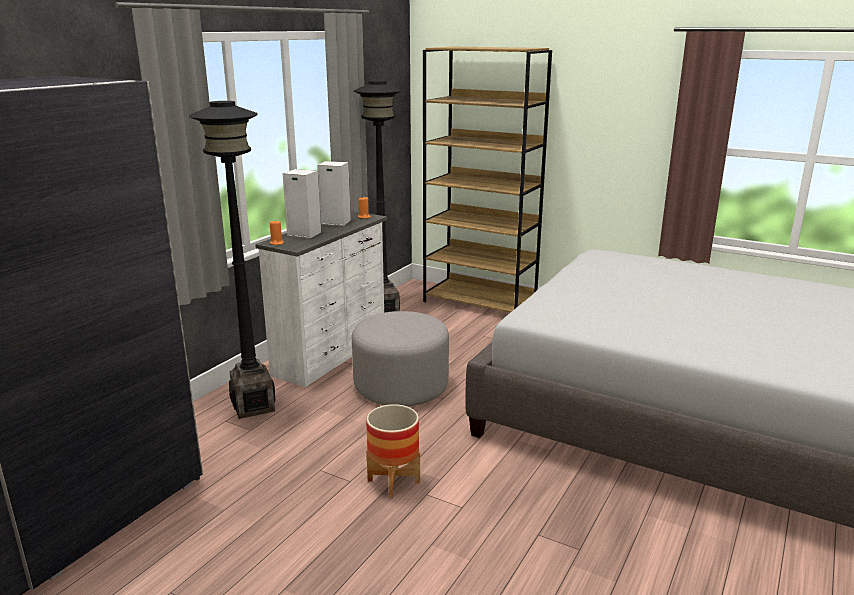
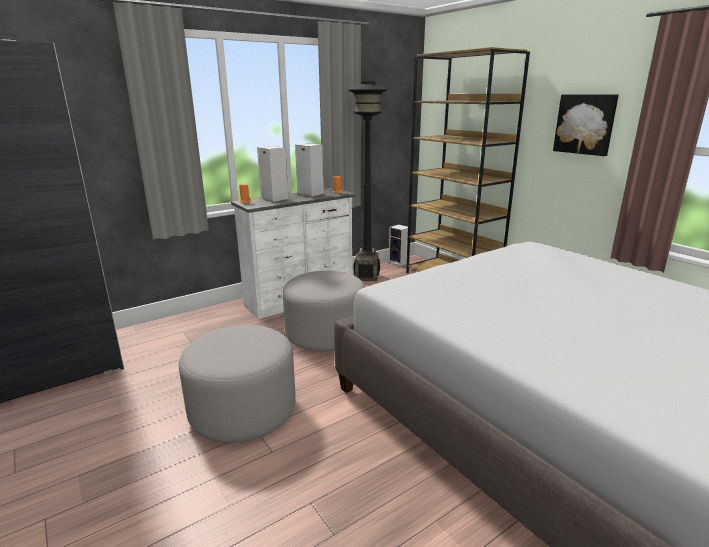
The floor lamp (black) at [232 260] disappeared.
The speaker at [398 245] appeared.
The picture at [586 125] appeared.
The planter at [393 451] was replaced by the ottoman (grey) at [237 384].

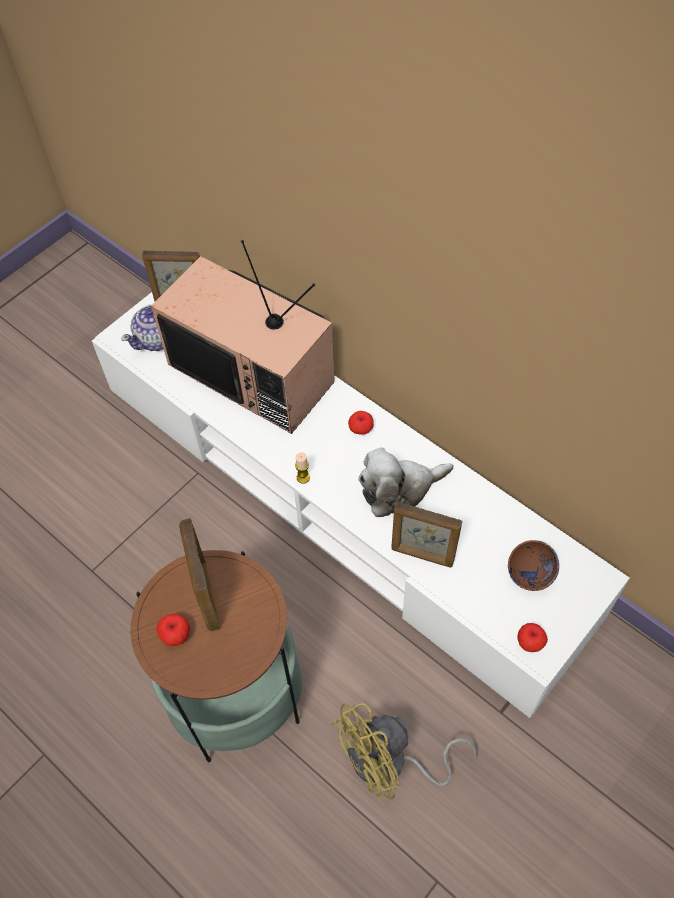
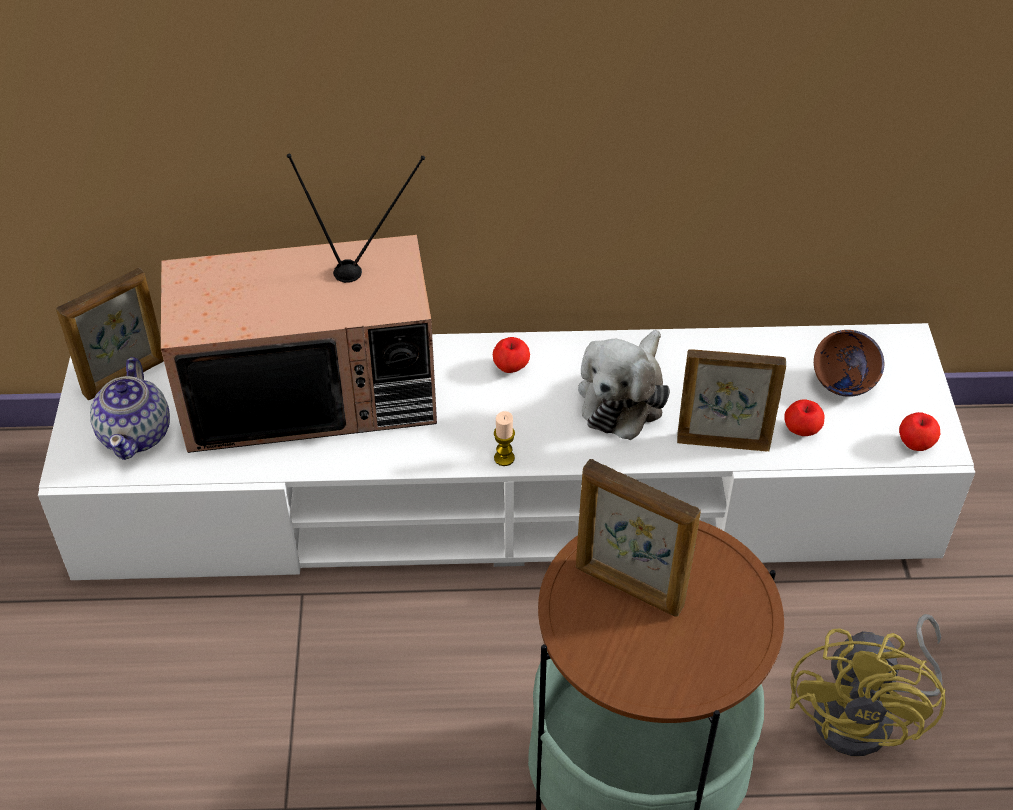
The apple moved from [173 630] to [804 417].
The picture frame at [426 535] turned 150 degrees counterclockwise.

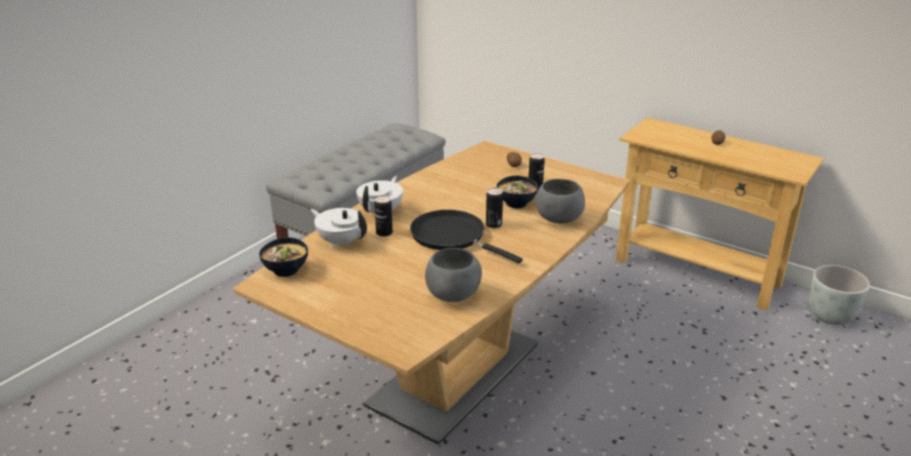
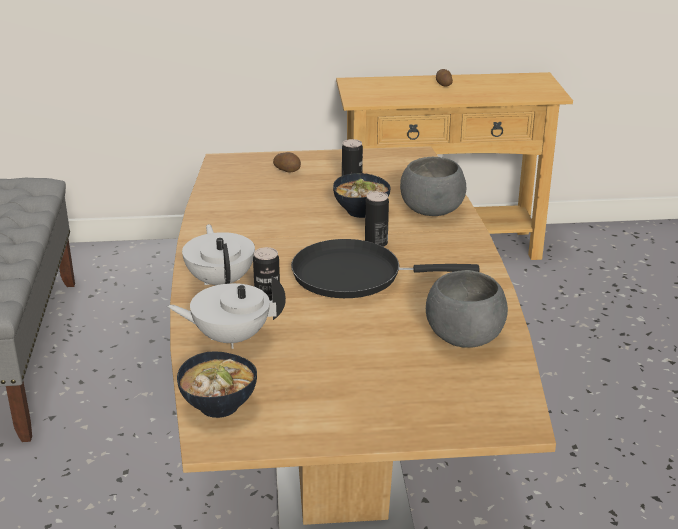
The planter (grey) at [839 295] disappeared.

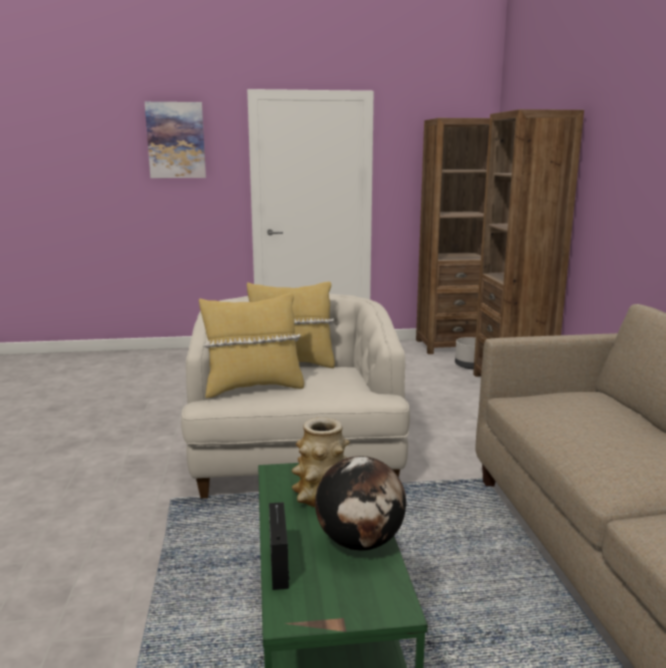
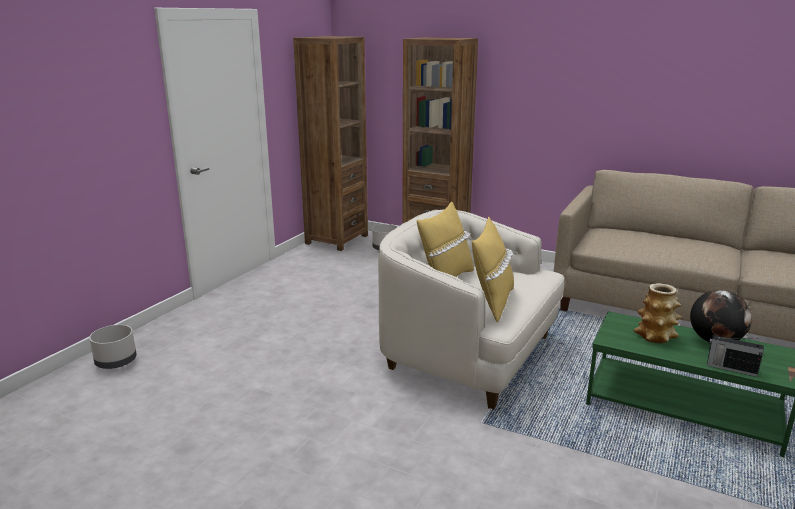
The picture at [175 140] disappeared.
The planter (grey) at [113 347] appeared.

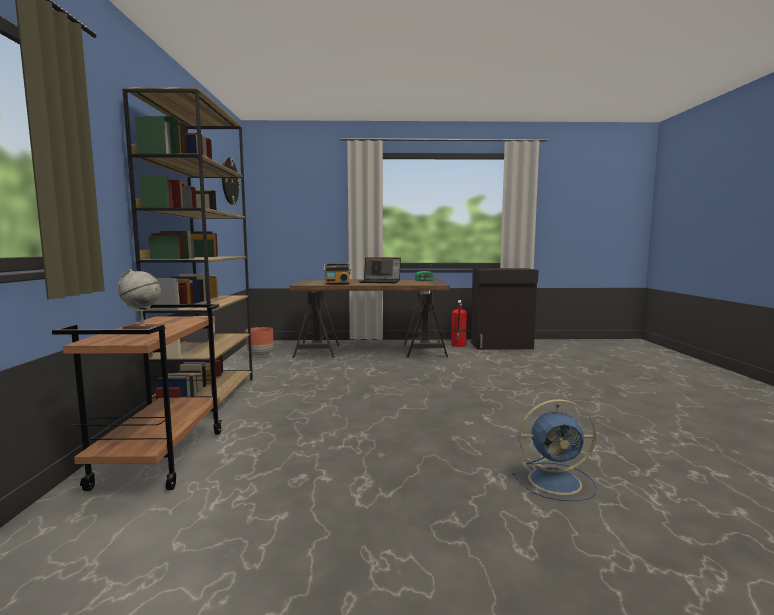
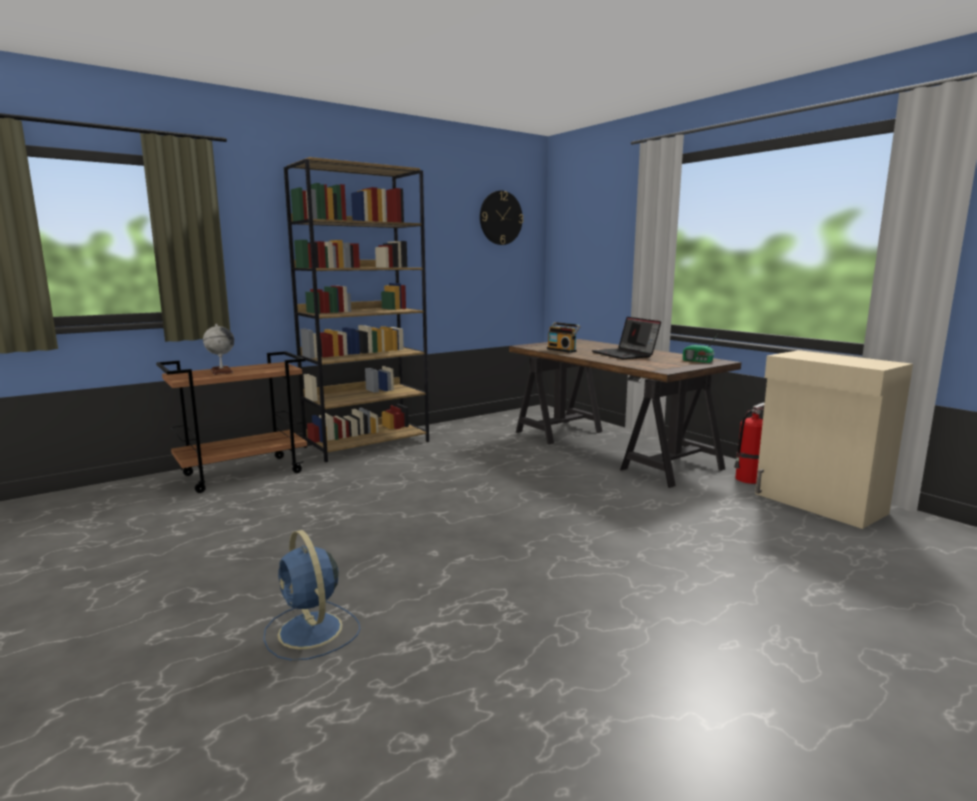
The planter (brown) at [259 342] disappeared.
The cabinet (black) at [505 309] became the cabinet (beige) at [834 439].

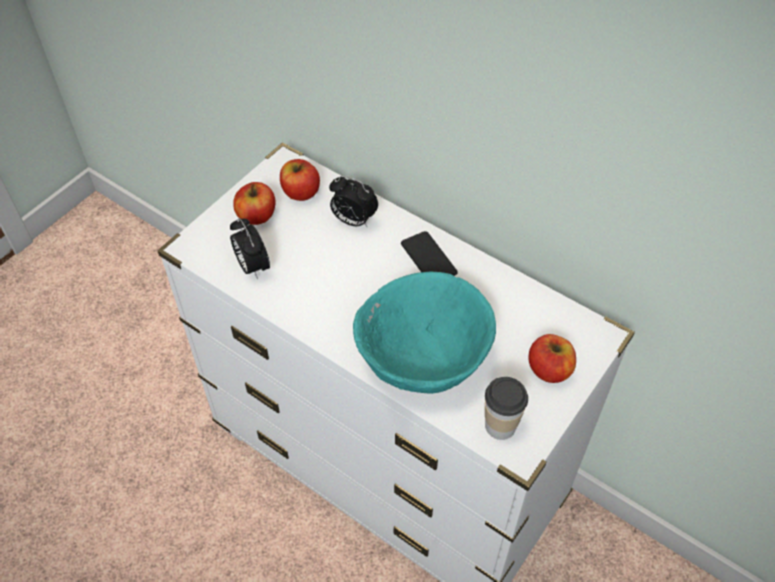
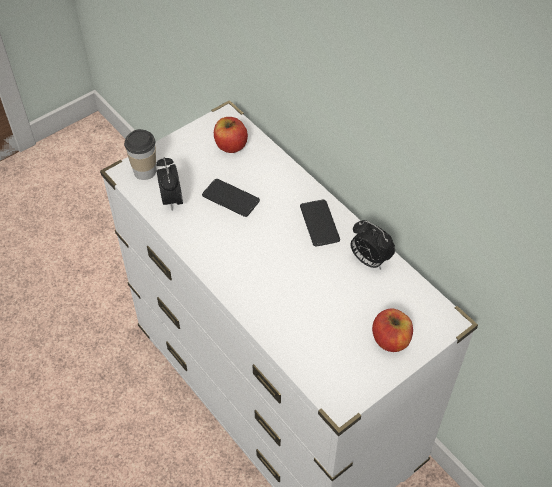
The apple at [254 203] disappeared.
The bowl (turquoise) at [424 333] disappeared.
The phone at [231 198] appeared.
The alarm clock moved from [353 201] to [373 245].
The cup moved from [506 408] to [140 154].

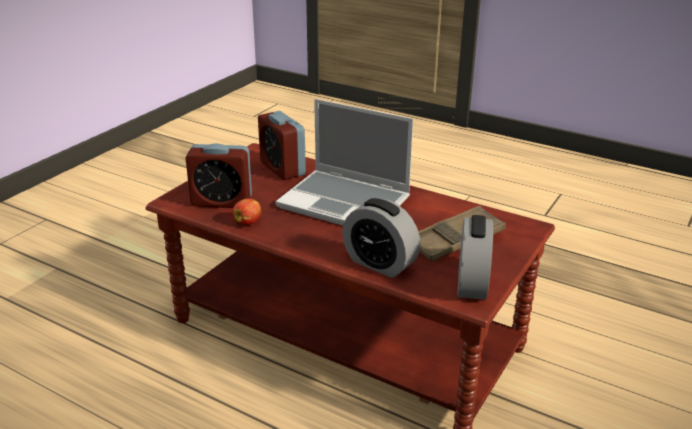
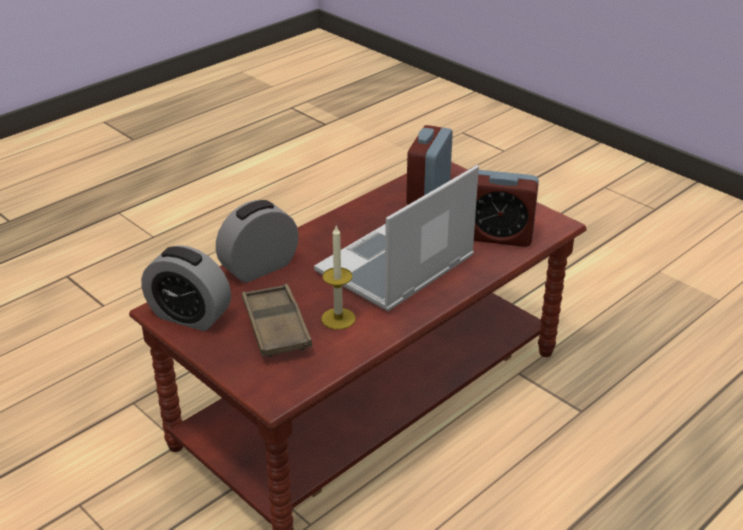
The apple at [246 212] disappeared.
The candle at [338 277] appeared.
The alarm clock at [282 145] turned 150 degrees counterclockwise.

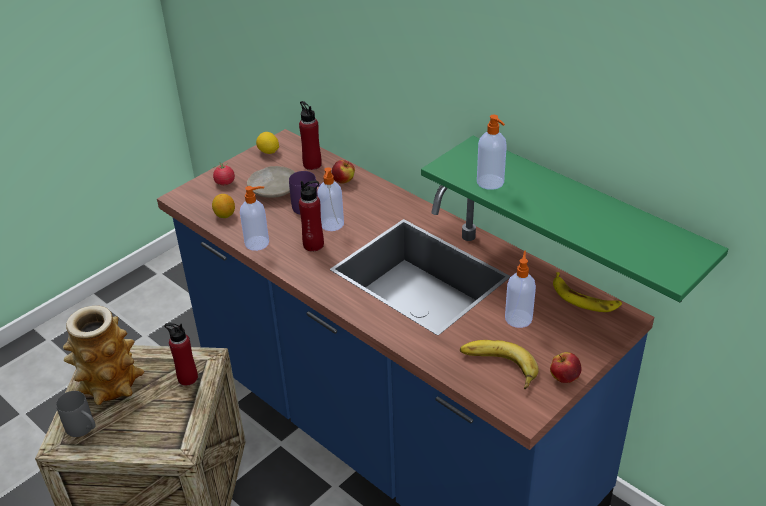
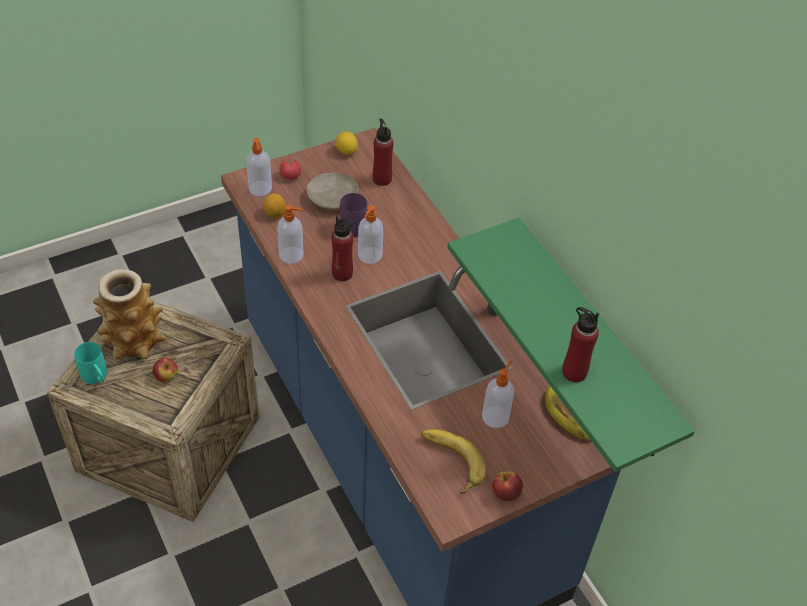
The bottle (red) moved from [181 354] to [580 344].
The apple moved from [343 172] to [165 370].
The soap dispenser moved from [492 152] to [259 167].
The mug (grey) at [76 414] became the mug (turquoise) at [90 363].

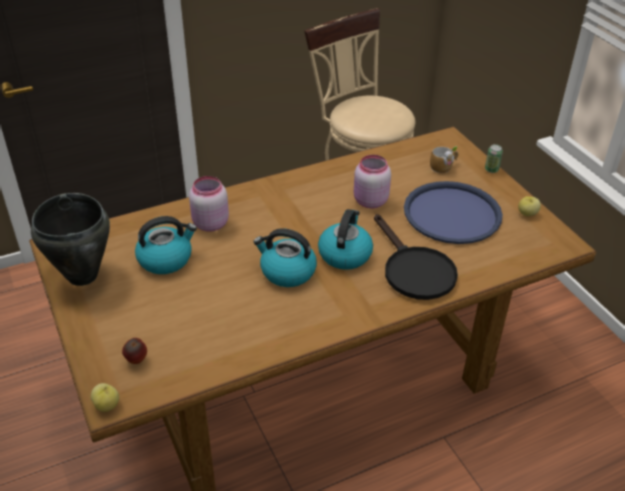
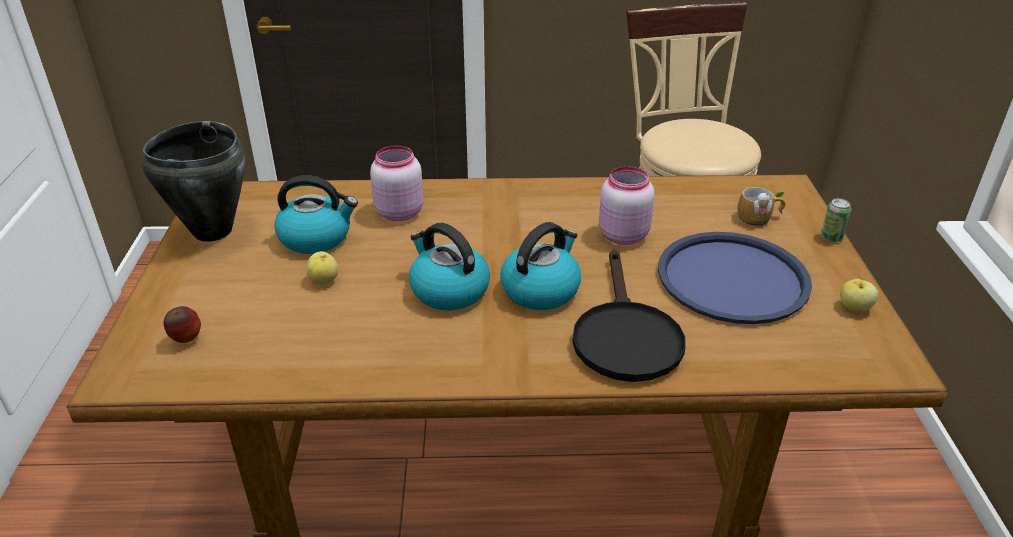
The apple moved from [105 397] to [322 268].

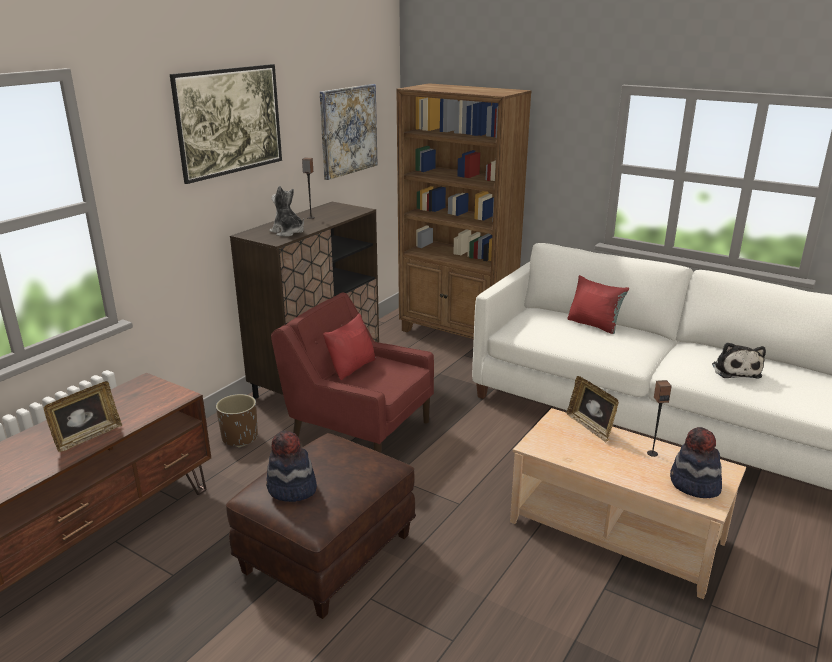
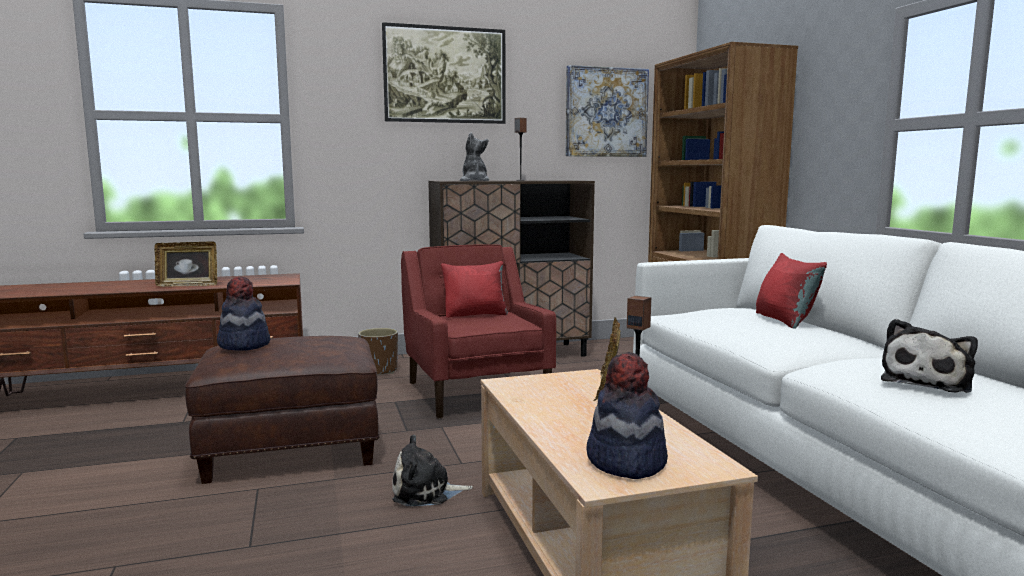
The plush toy at [432 470] appeared.

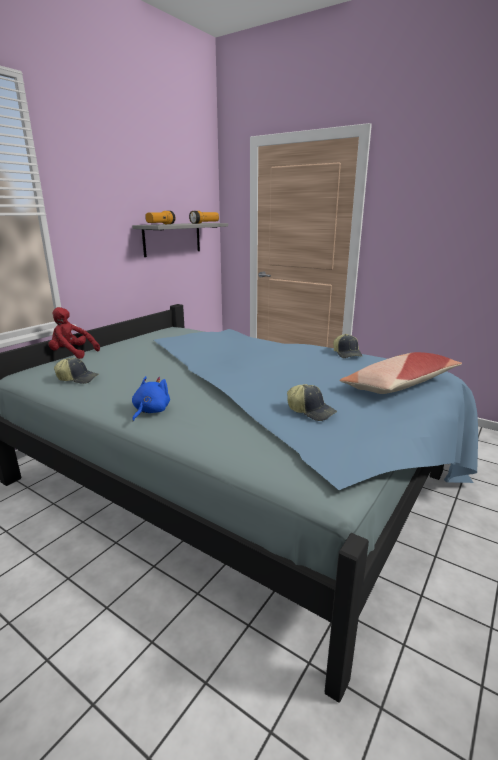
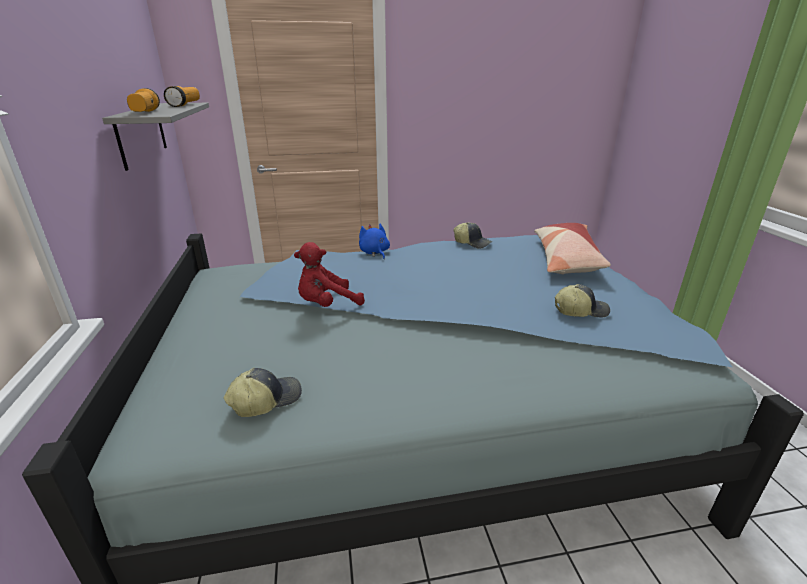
The plush toy (red) moved from [74 333] to [329 274].
The plush toy (blue) moved from [151 399] to [374 241].

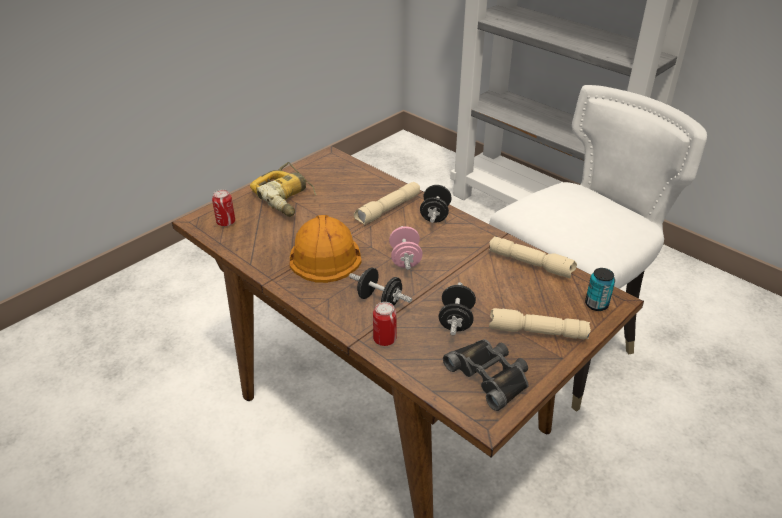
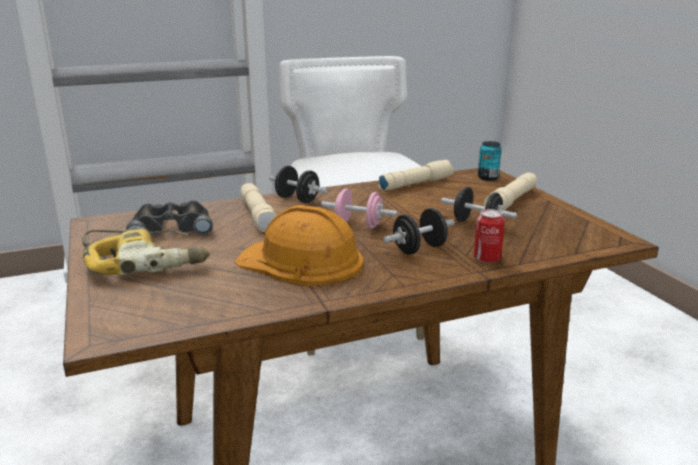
The can at [223 207] disappeared.
The binoculars (black) moved from [486 375] to [169 218].

